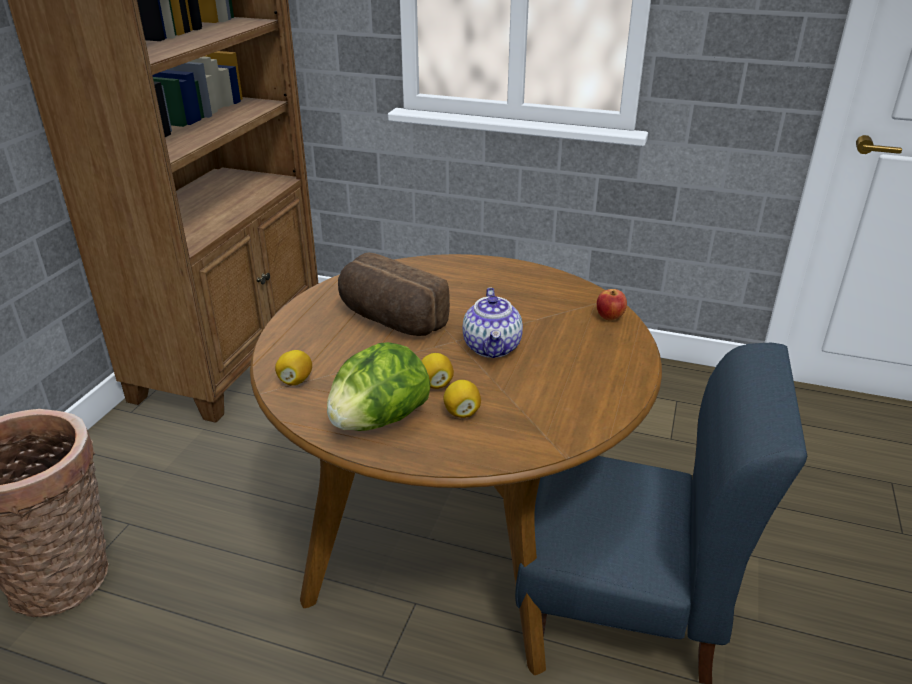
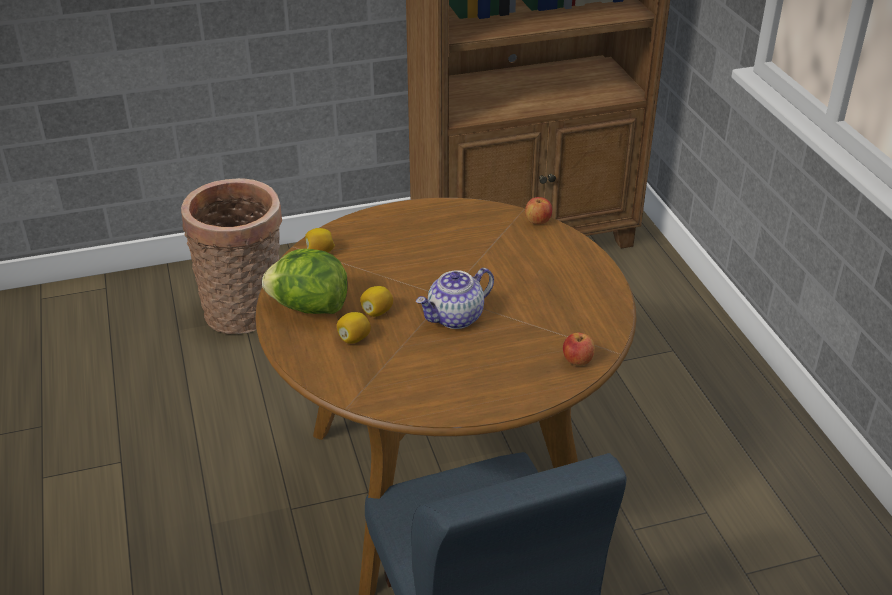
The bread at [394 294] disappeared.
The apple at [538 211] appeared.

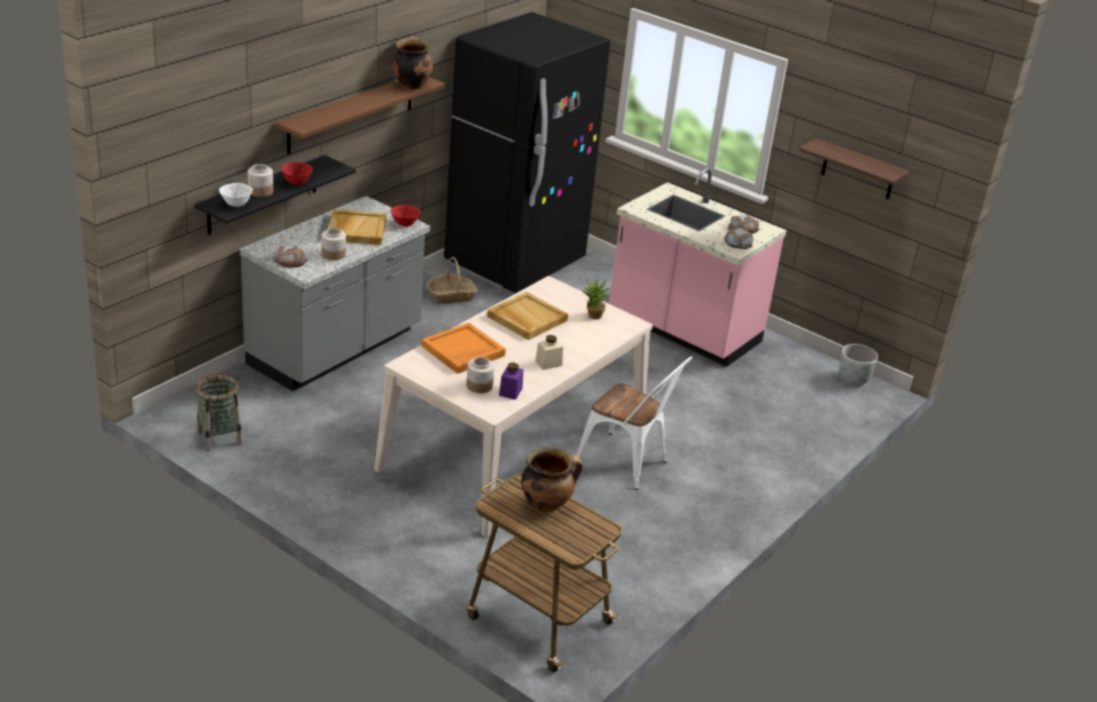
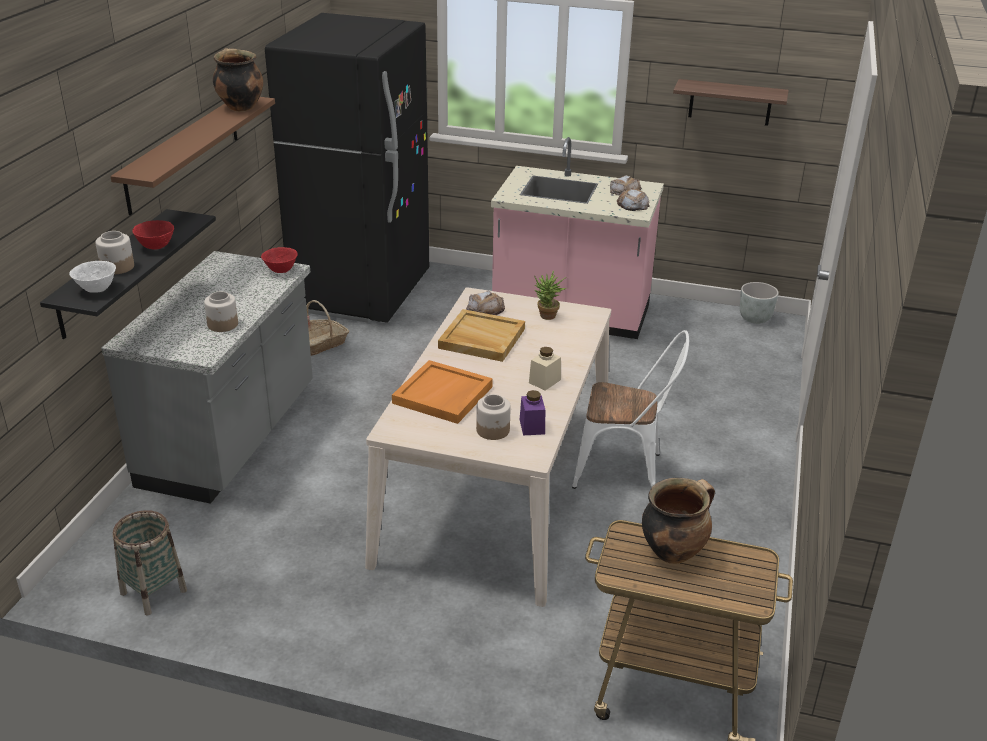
The tray (beige) at [357 227] disappeared.
The bread moved from [290 257] to [485 303].

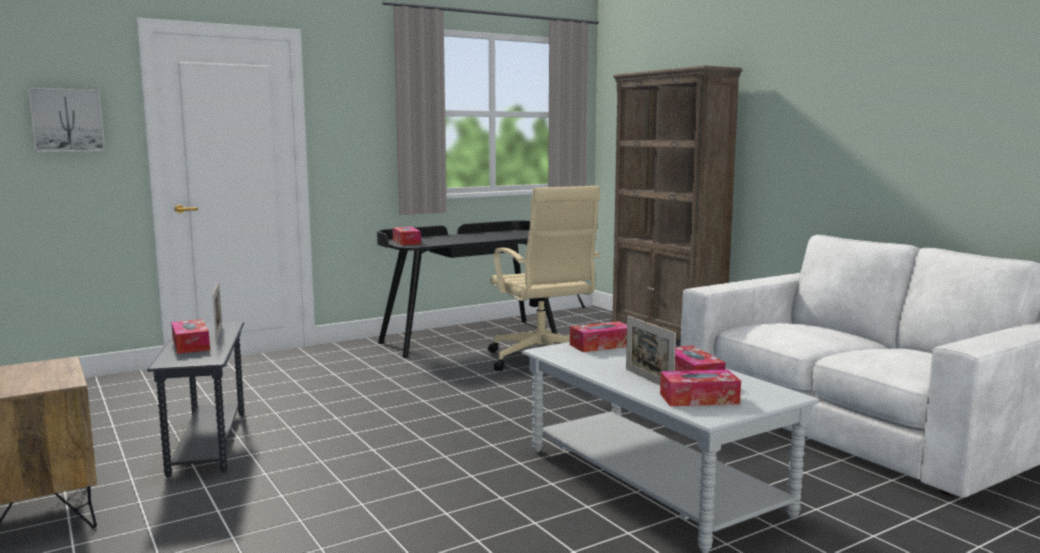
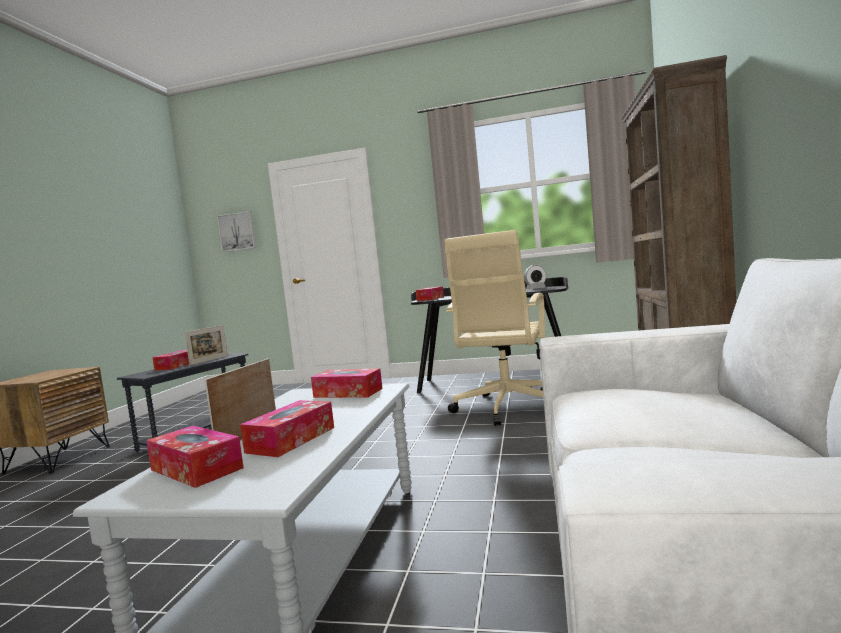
The alarm clock at [535 277] appeared.

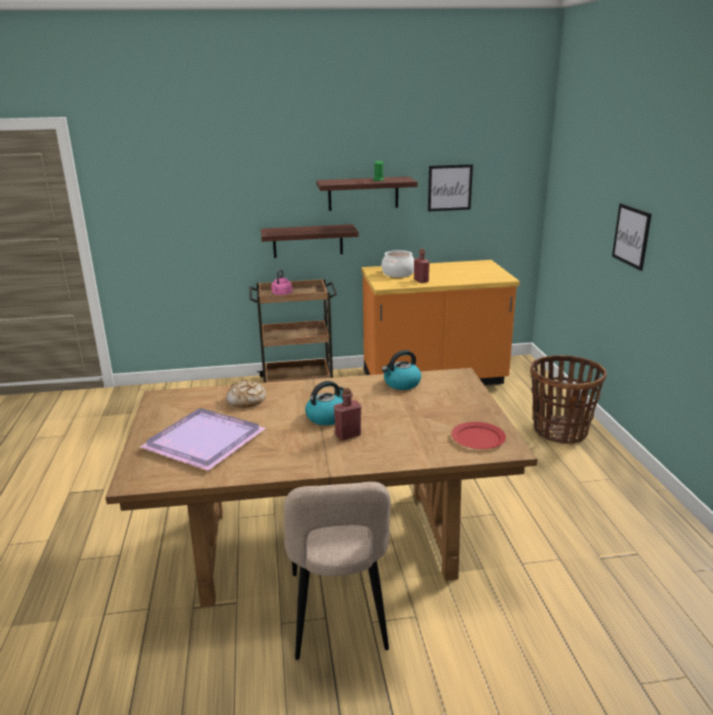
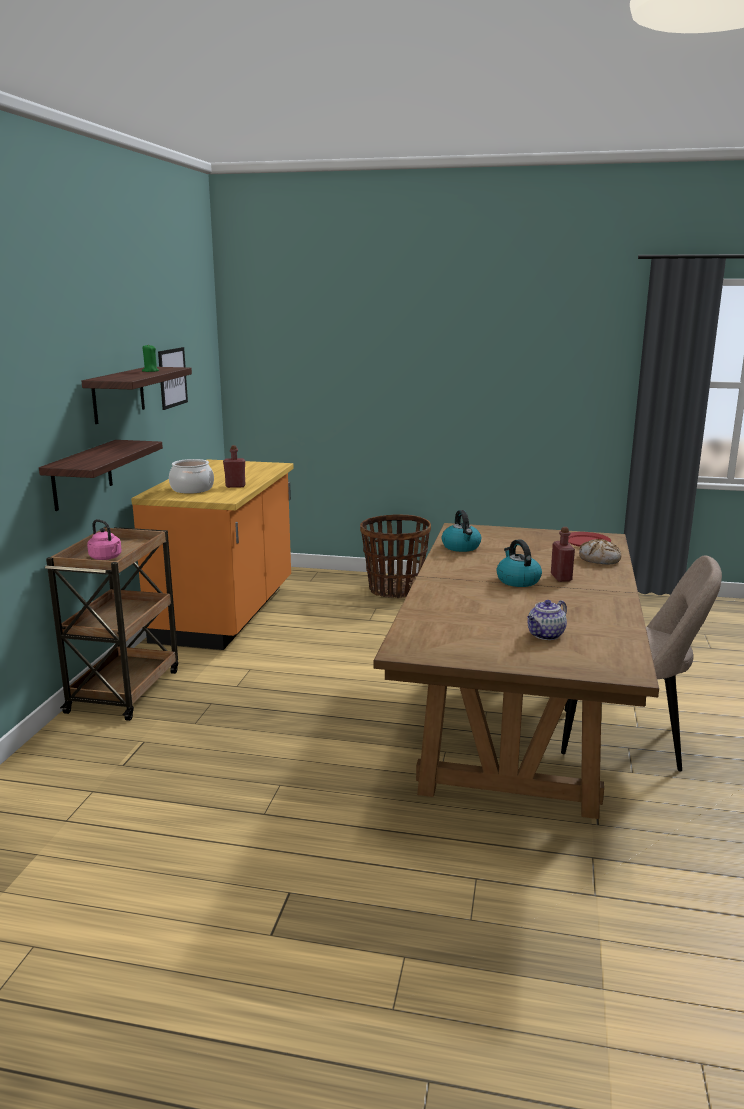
The picture at [632 237] disappeared.
The bread moved from [246 394] to [600 552].
The tray (purple) at [203 439] was replaced by the teapot at [547 620].

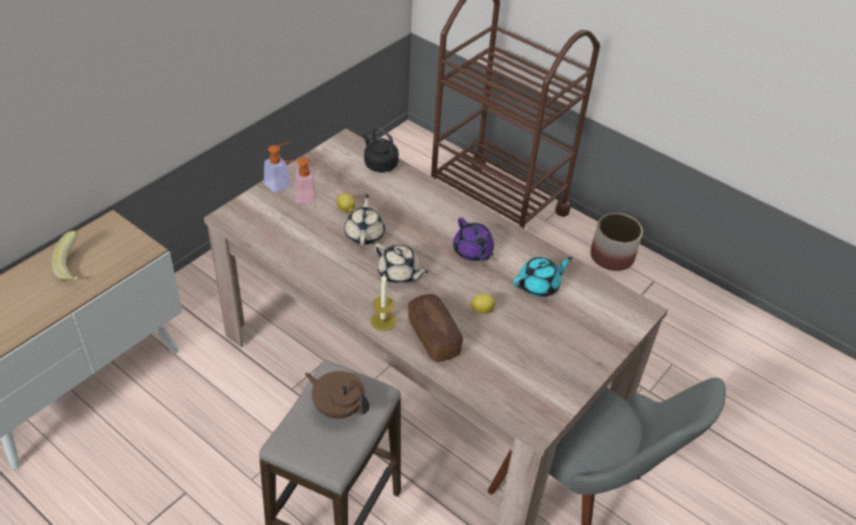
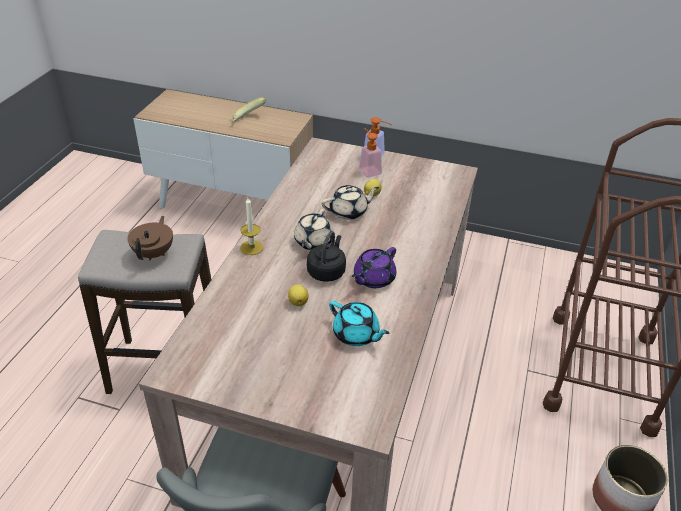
The bread at [435 328] disappeared.
The kettle (black) moved from [381 150] to [326 256].

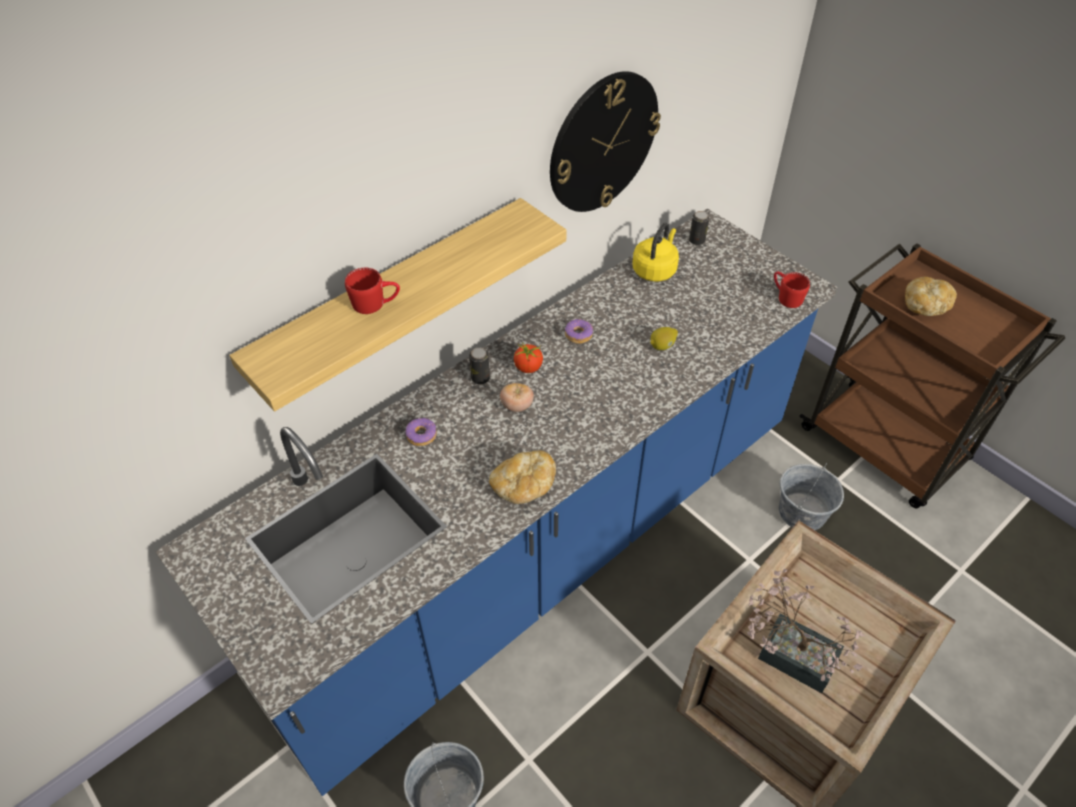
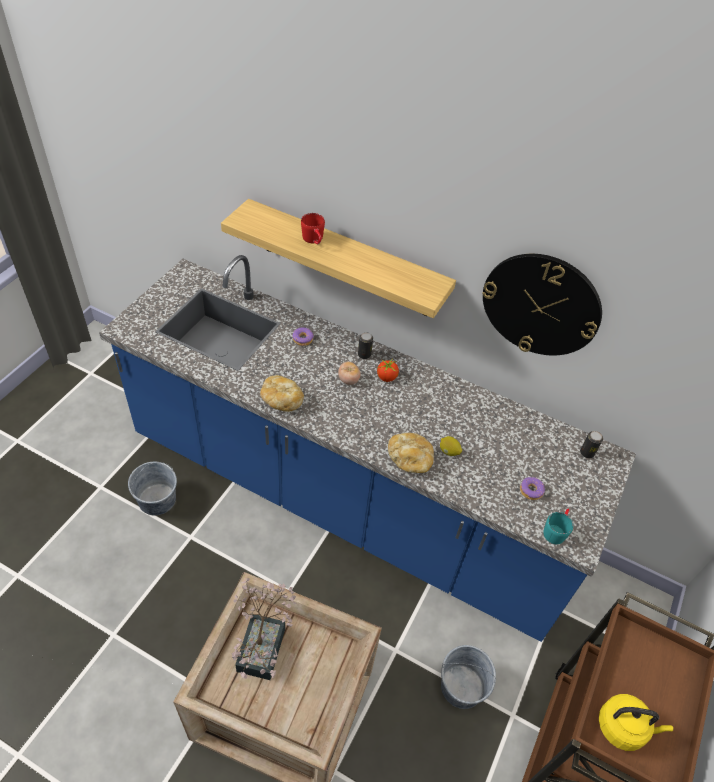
The donut moved from [579 331] to [532 488].
The kettle (yellow) moved from [655 252] to [636 722].
The bread moved from [931 296] to [411 453].
The mug (red) at [792 289] became the mug (turquoise) at [558 526].

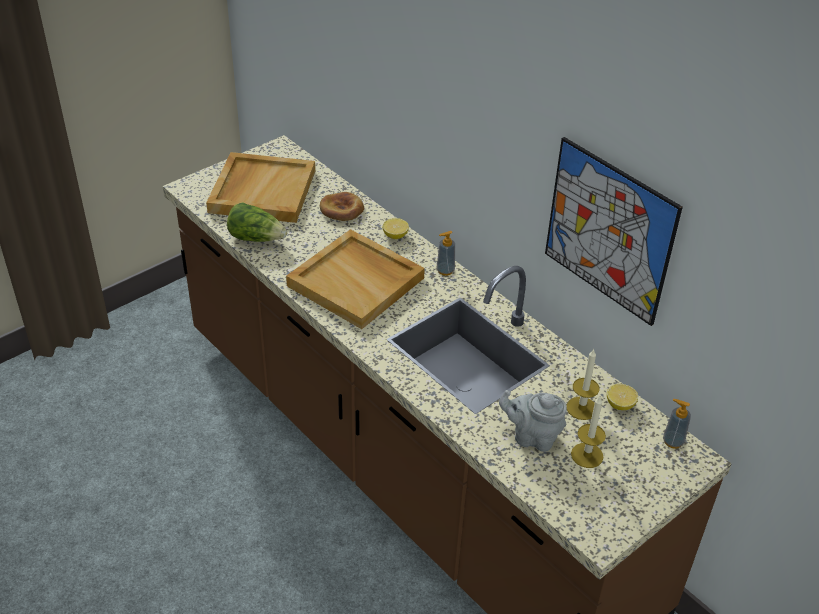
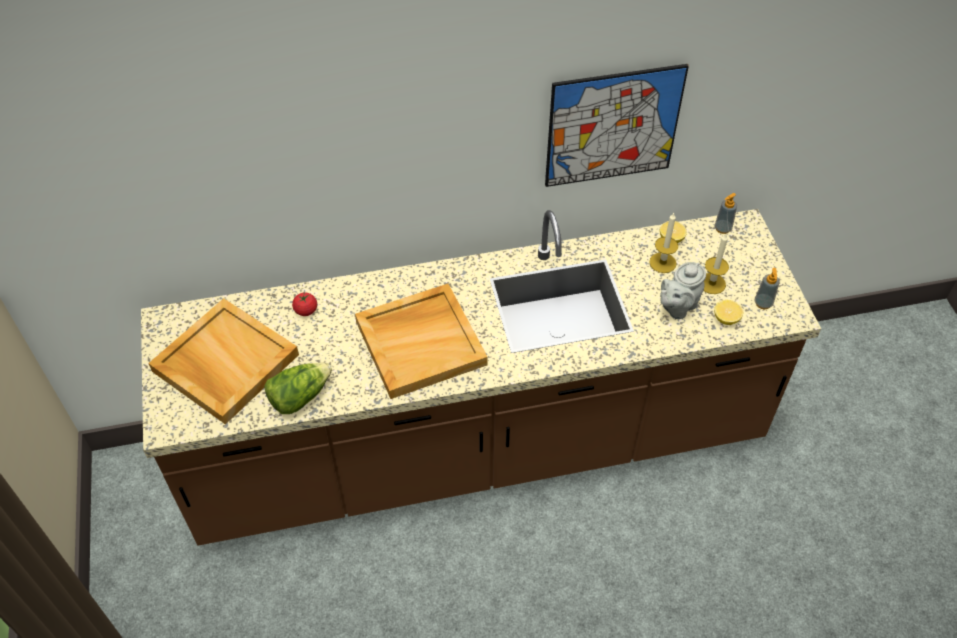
The lemon moved from [395 228] to [728 312].
The soap dispenser moved from [445 253] to [767 288].
The bread at [342 206] was replaced by the tomato at [304 304].

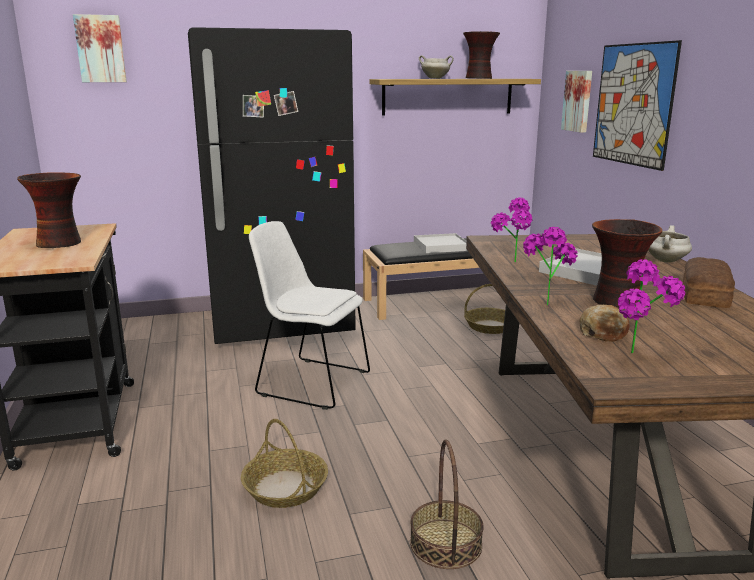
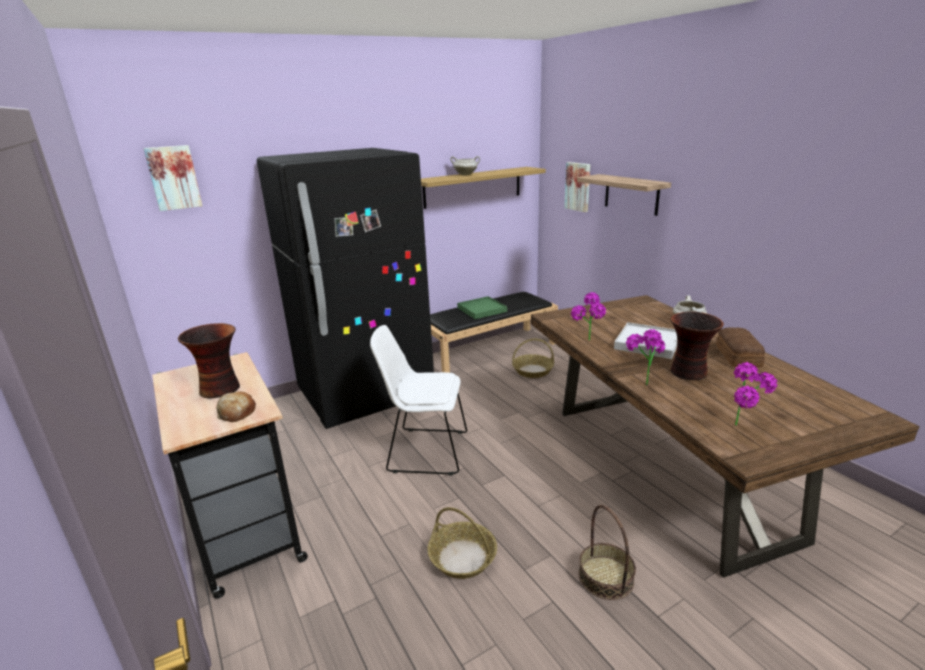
The vase at [481 55] disappeared.
The bread moved from [605 323] to [236 406].
The picture at [637 105] was replaced by the shelf at [624 195].
The tray (white) at [440 243] became the tray (green) at [482 307].

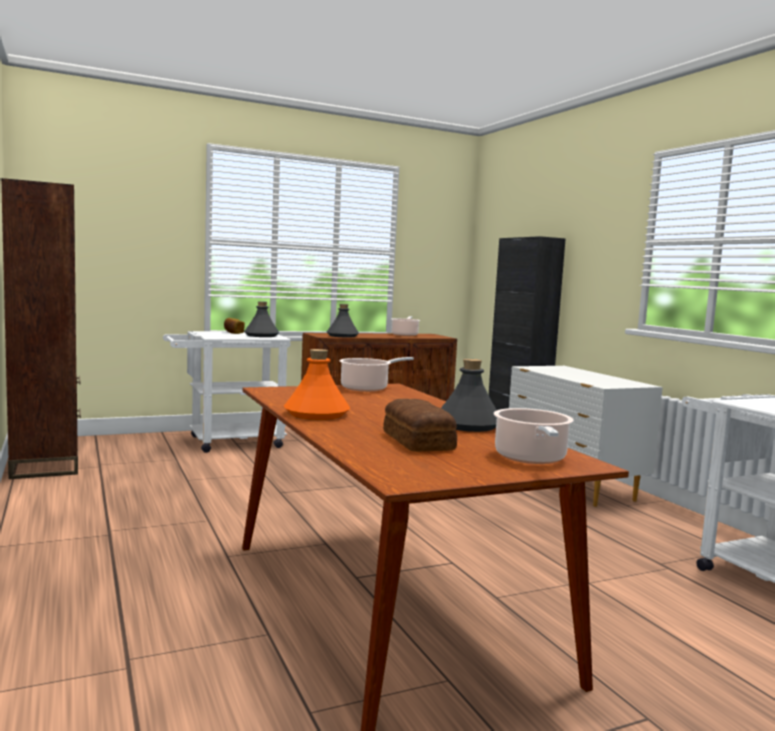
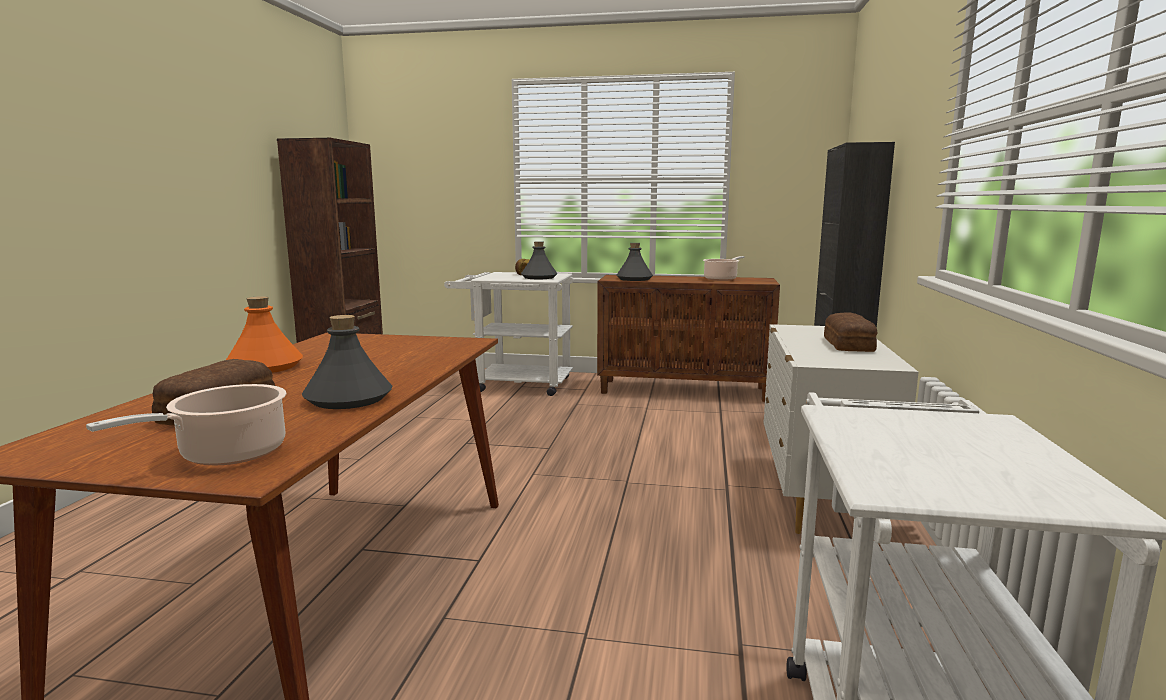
The cooking pot at [376 374] disappeared.
The bread at [850 332] appeared.

